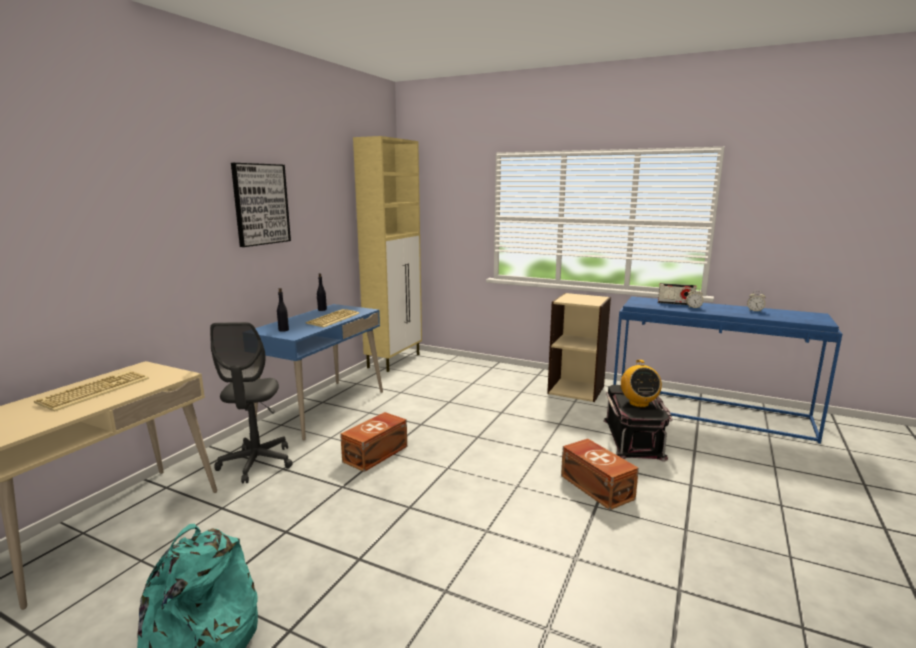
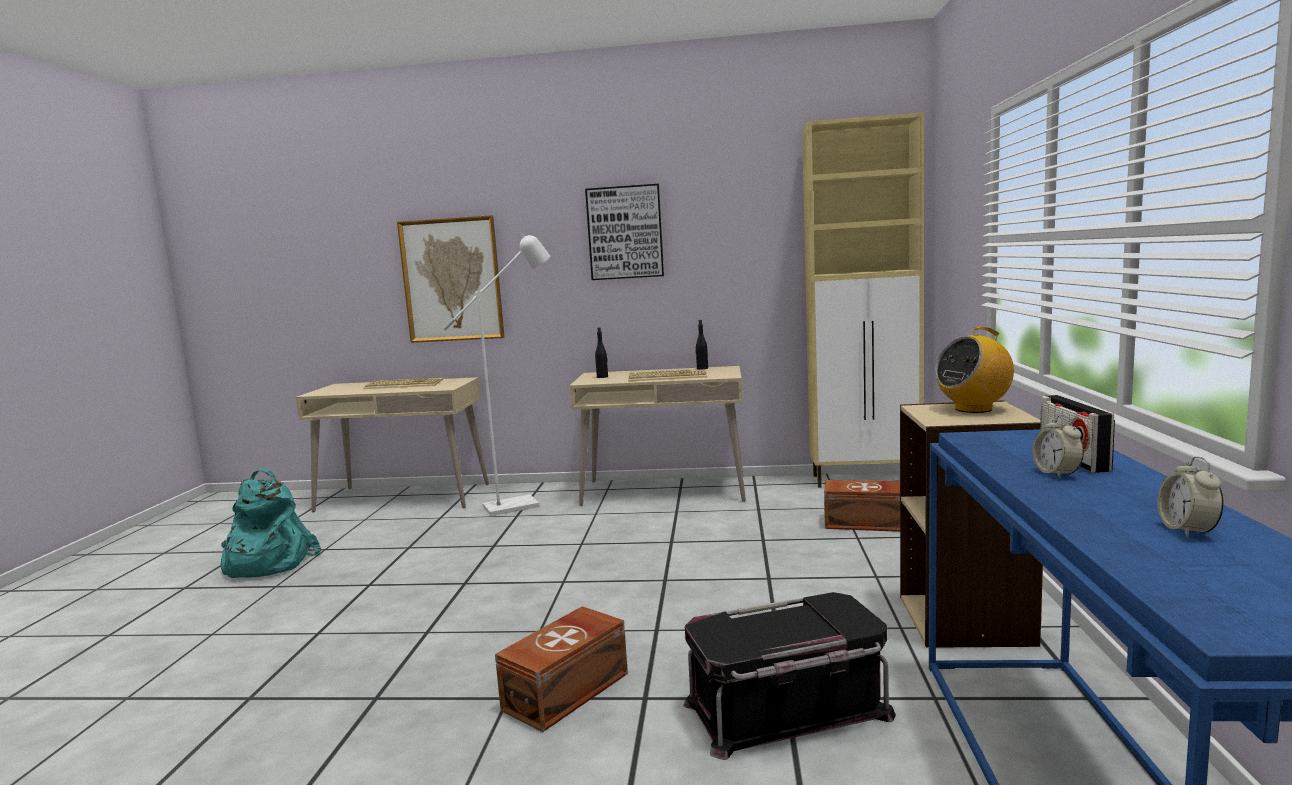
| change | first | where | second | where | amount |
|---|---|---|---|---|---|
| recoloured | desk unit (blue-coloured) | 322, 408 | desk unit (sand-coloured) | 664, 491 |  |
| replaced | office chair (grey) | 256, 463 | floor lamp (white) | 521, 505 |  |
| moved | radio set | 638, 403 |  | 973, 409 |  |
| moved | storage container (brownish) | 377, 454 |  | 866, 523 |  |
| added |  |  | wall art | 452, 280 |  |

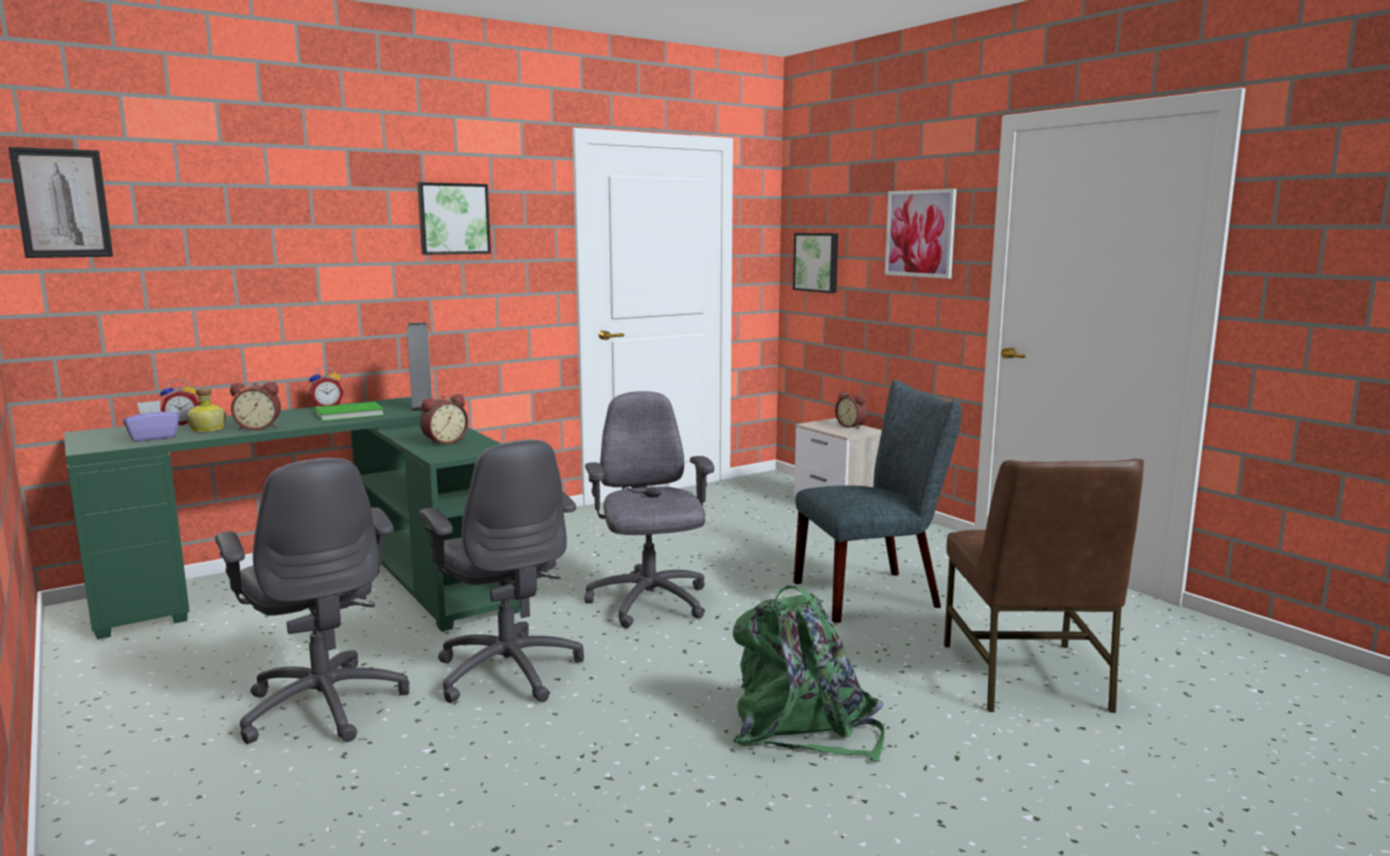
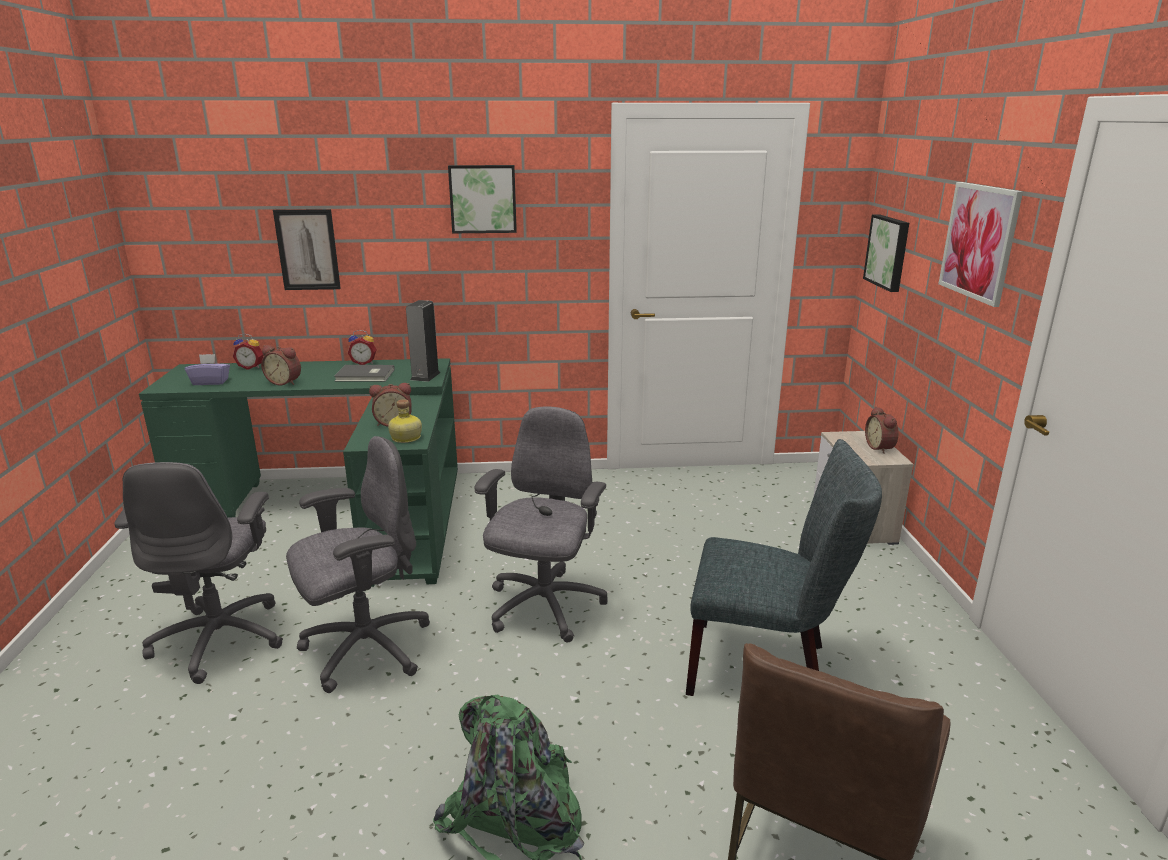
| change | first | where | second | where | amount |
|---|---|---|---|---|---|
| moved | wall art | 62, 203 |  | 307, 250 |  |
| moved | bottle | 208, 430 |  | 405, 438 |  |
| recoloured | volume (green) | 351, 414 | volume (grey) | 365, 376 |  |
| turned | office chair (grey) | 508, 670 |  | 364, 649 | 120 degrees counterclockwise |

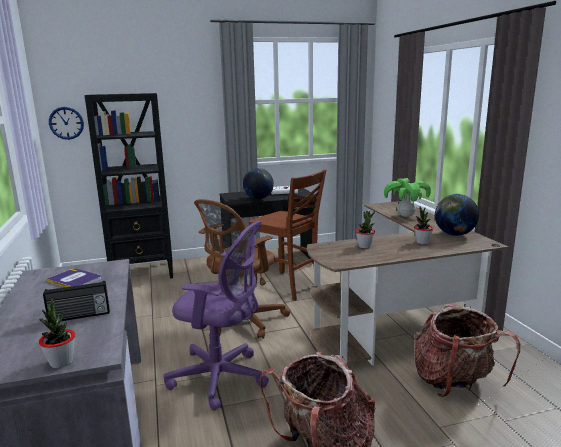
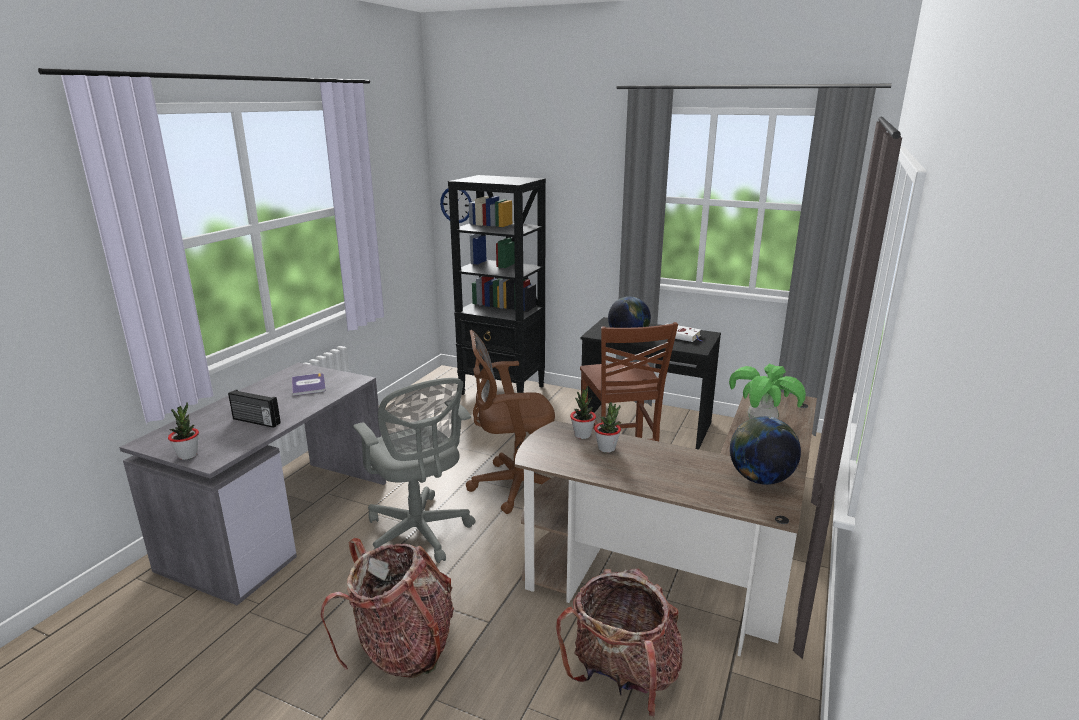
| change | first | where | second | where | amount |
|---|---|---|---|---|---|
| moved | potted plant | 422, 242 |  | 582, 435 |  |
| recoloured | office chair (purple) | 222, 378 | office chair (grey) | 419, 534 |  |

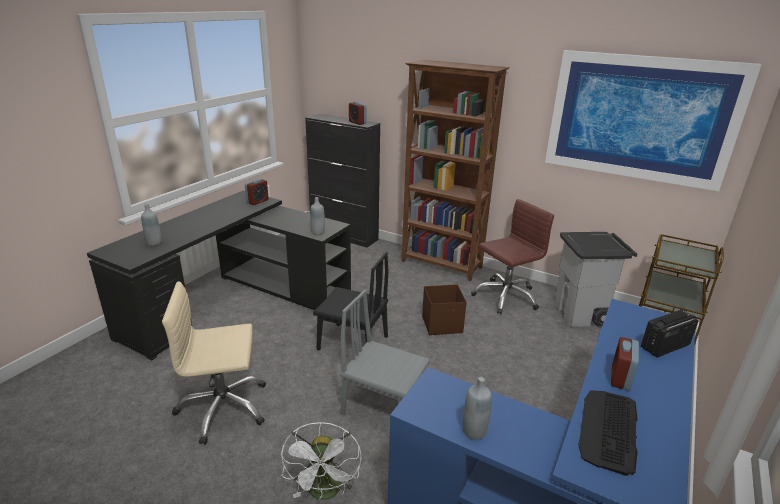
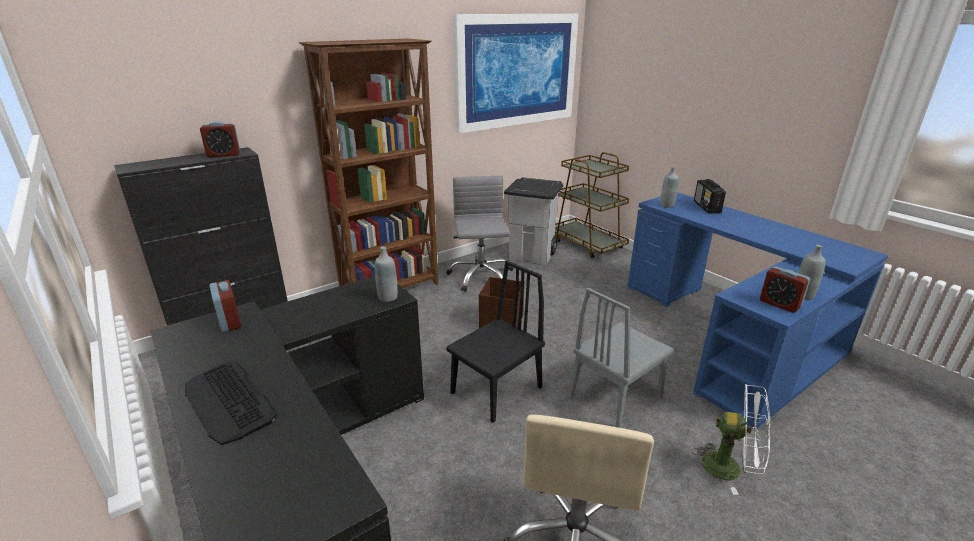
| change | first | where | second | where | amount |
|---|---|---|---|---|---|
| recoloured | office chair (brownish) | 505, 296 | office chair (grey) | 480, 276 |  |
| moved | bottle (grey) | 154, 242 |  | 667, 205 |  |
| moved | table clock | 620, 378 |  | 779, 304 |  |
| moved | computer keyboard | 608, 430 |  | 229, 401 |  |

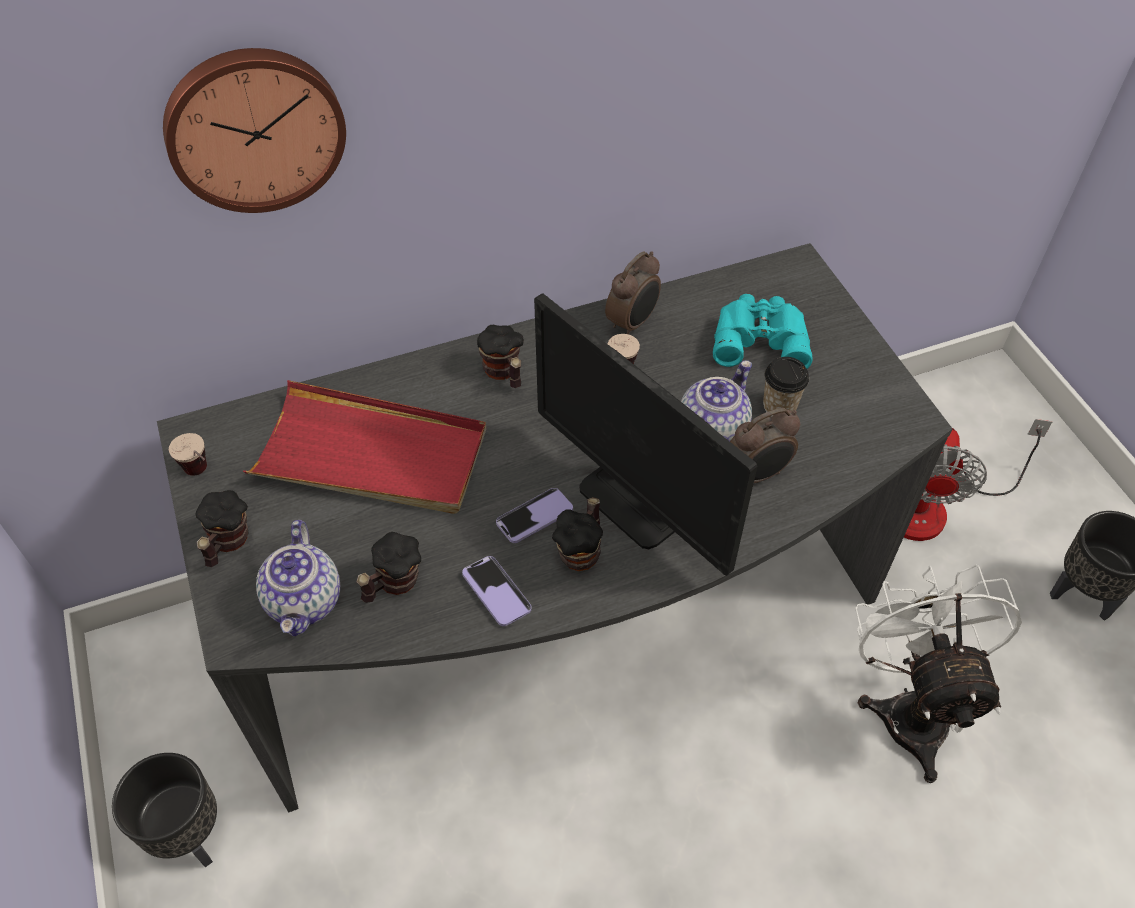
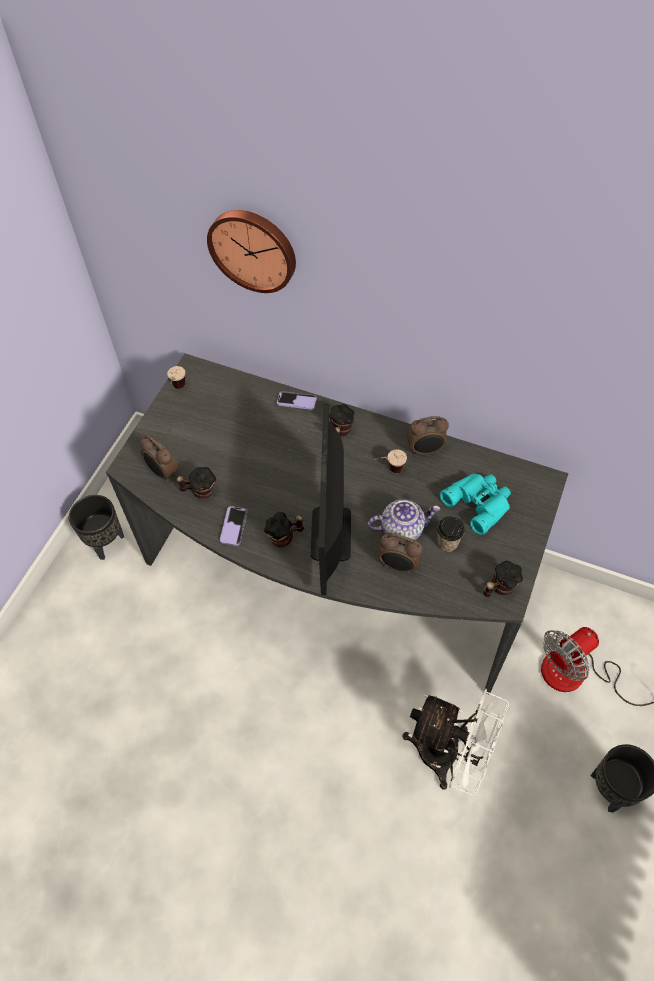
| change | first | where | second | where | amount |
|---|---|---|---|---|---|
| removed | carrying tray (red-coloured) | 371, 455 |  |  |  |
| moved | phone | 534, 517 |  | 296, 401 |  |
| moved | tea mug | 227, 543 |  | 499, 588 |  |
| replaced | tea pot | 305, 601 | table clock | 163, 472 |  |
| turned | fan (white) | 909, 707 |  | 449, 756 | 75 degrees clockwise |

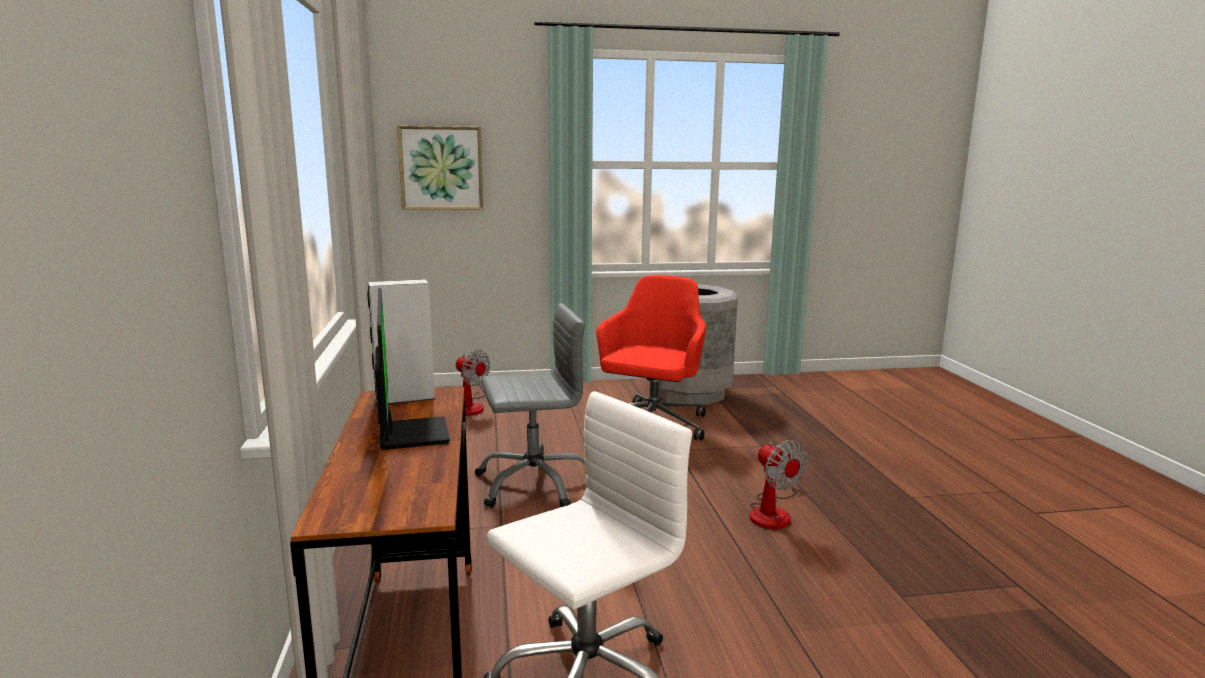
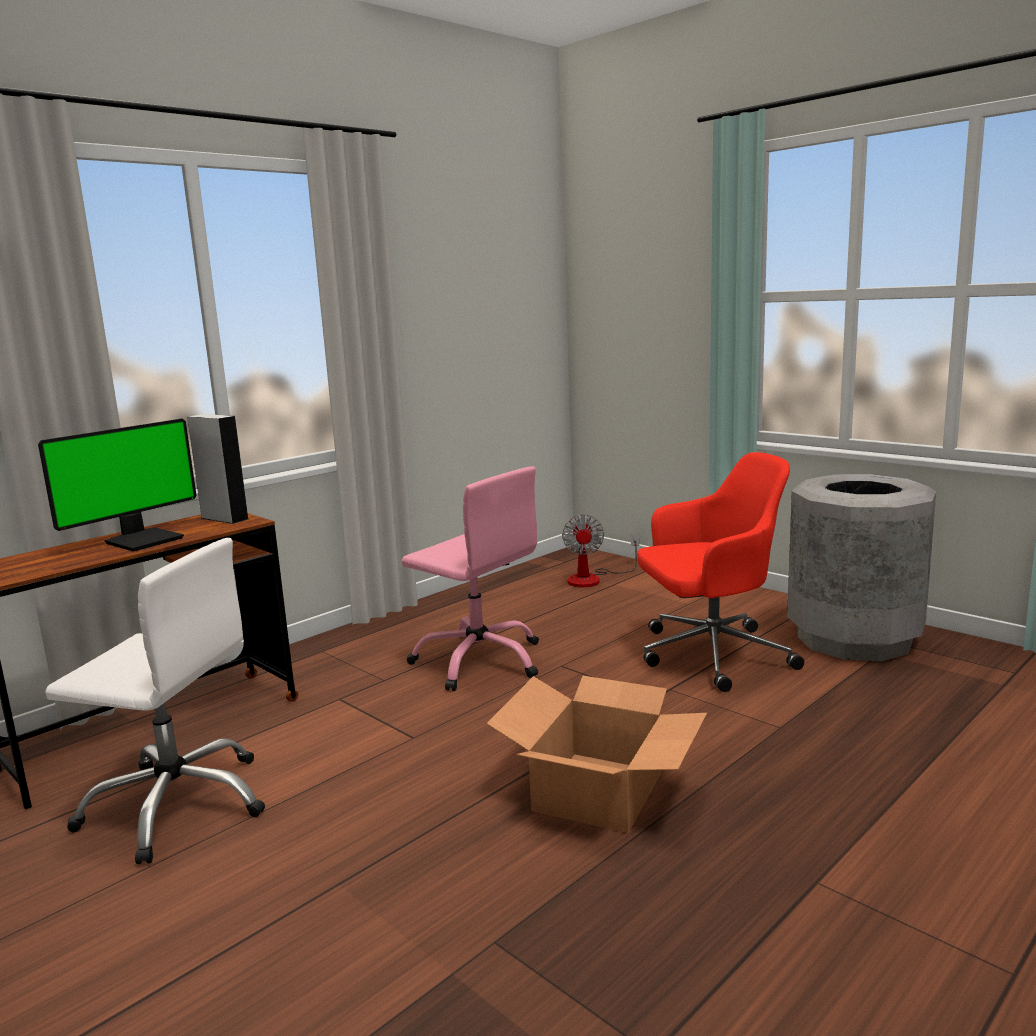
| change | first | where | second | where | amount |
|---|---|---|---|---|---|
| removed | wall art | 441, 168 |  |  |  |
| recoloured | office chair (grey) | 534, 483 | office chair (pinkish) | 479, 660 |  |
| replaced | fan | 773, 512 | packing box | 600, 791 |  |

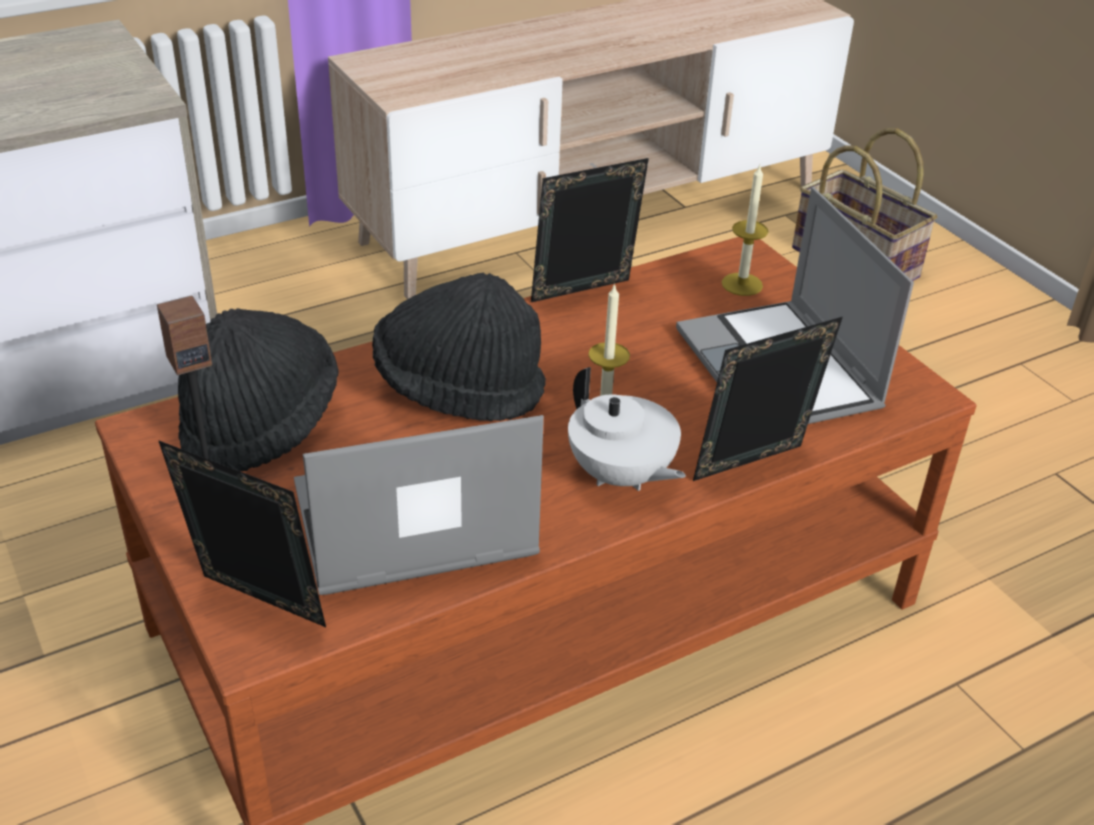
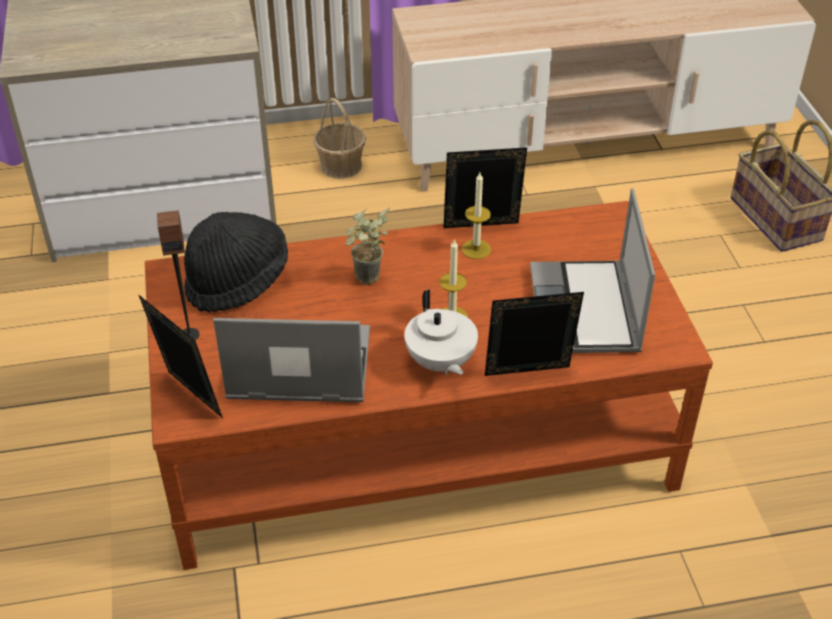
| change | first | where | second | where | amount |
|---|---|---|---|---|---|
| moved | wax light | 742, 284 |  | 476, 249 |  |
| replaced | clothing hat (black) | 458, 389 | potted plant | 367, 282 |  |
| added |  |  | storage basket | 341, 165 |  |

